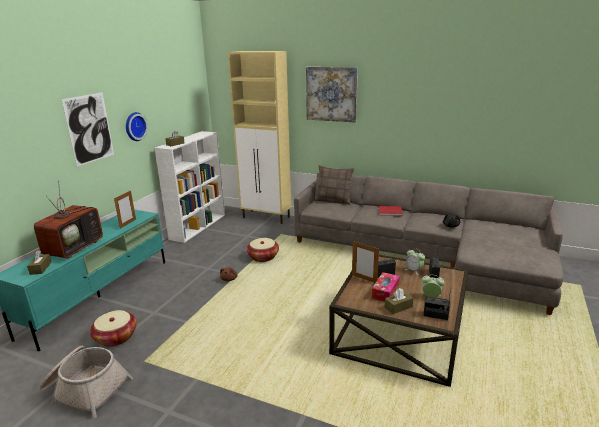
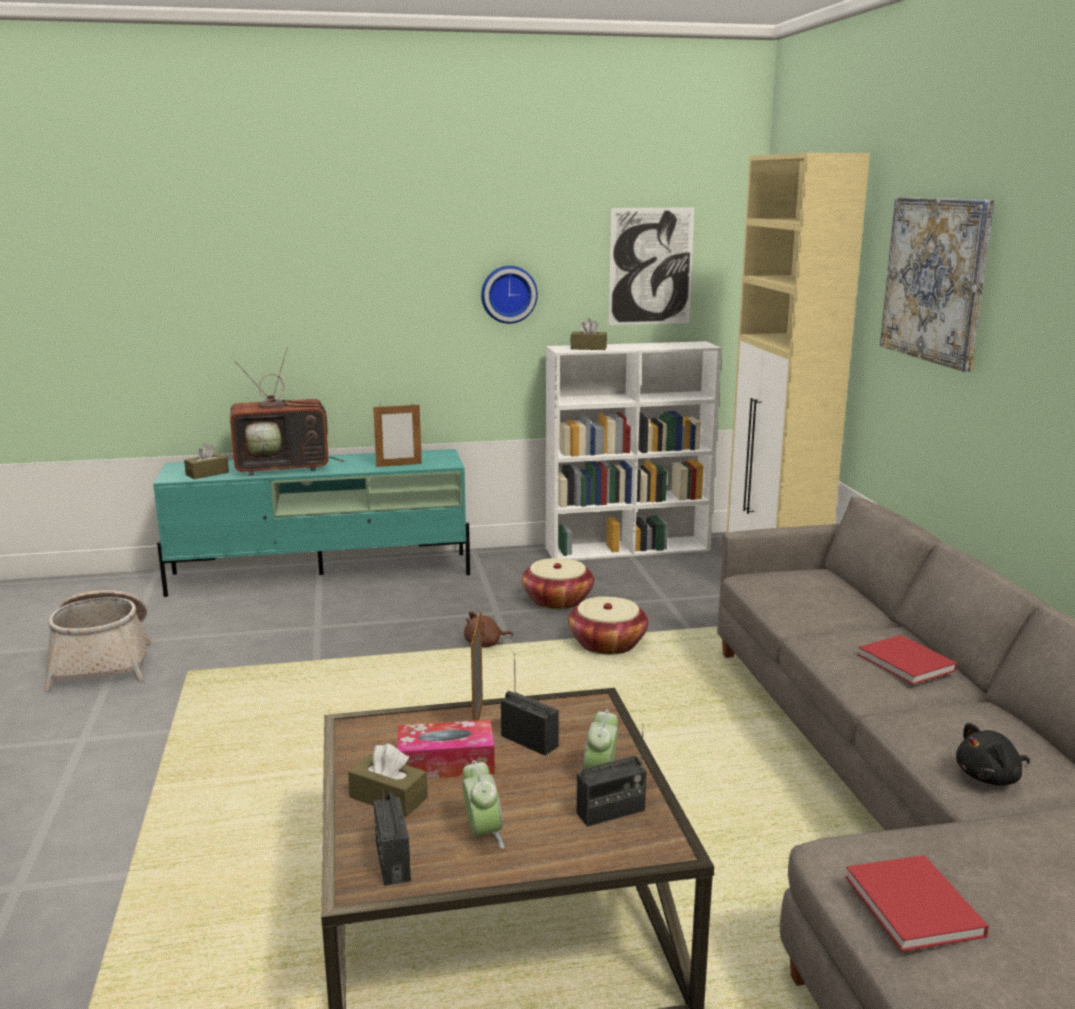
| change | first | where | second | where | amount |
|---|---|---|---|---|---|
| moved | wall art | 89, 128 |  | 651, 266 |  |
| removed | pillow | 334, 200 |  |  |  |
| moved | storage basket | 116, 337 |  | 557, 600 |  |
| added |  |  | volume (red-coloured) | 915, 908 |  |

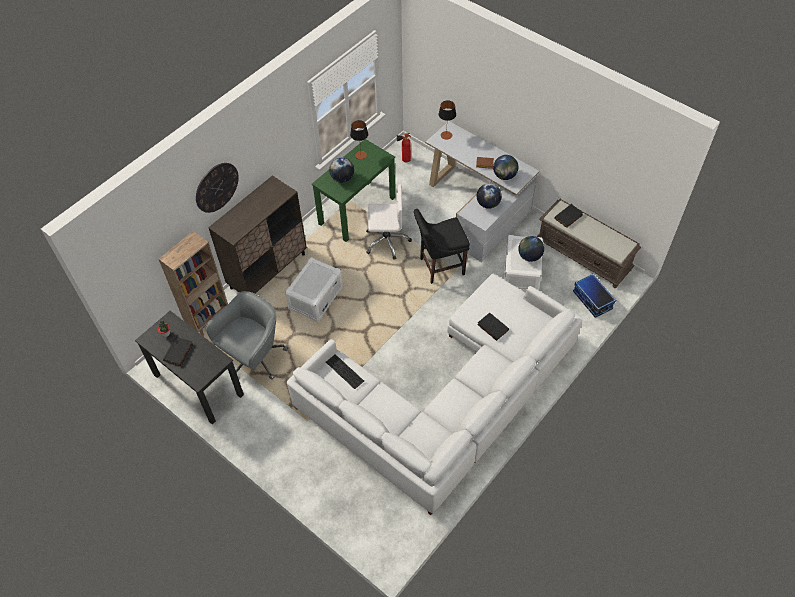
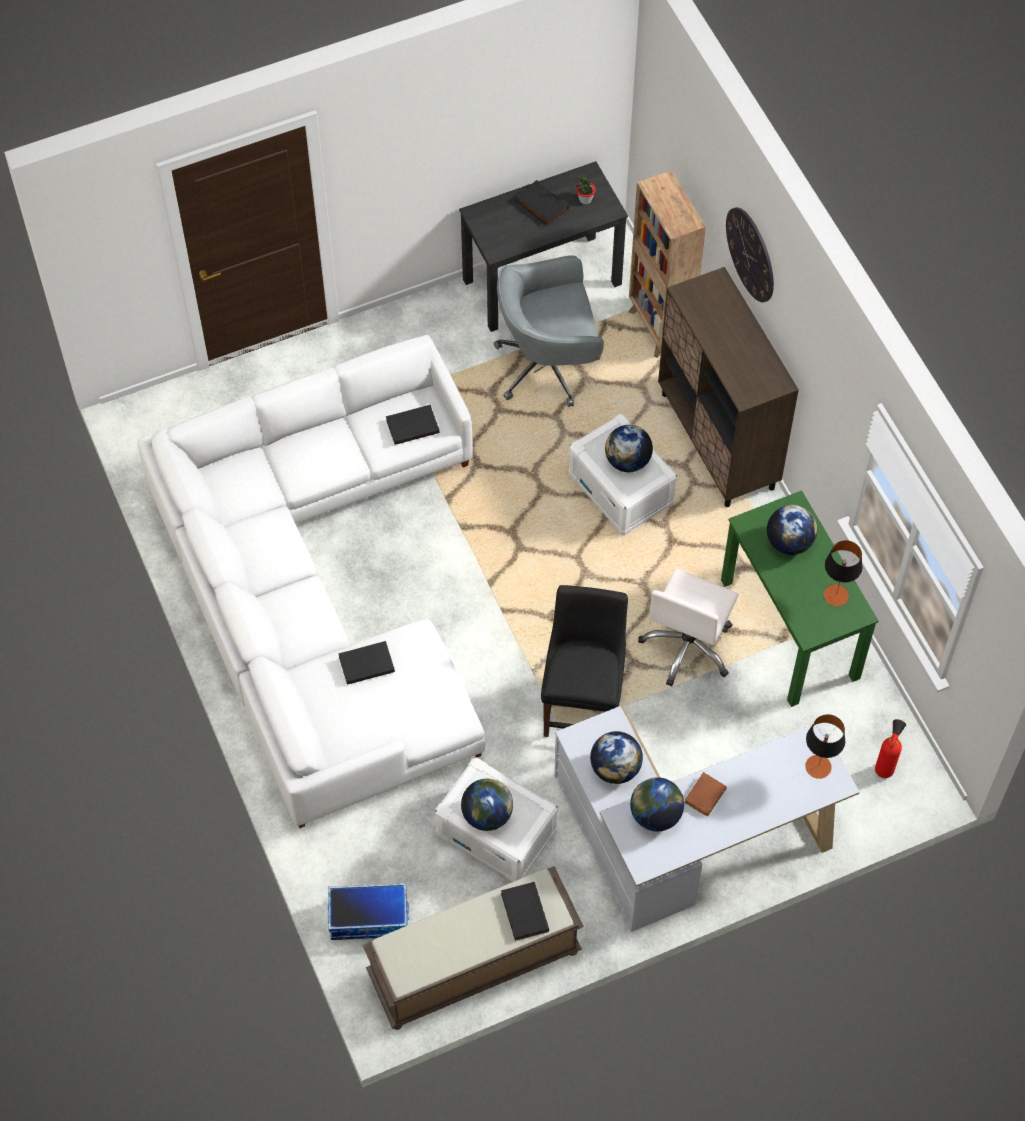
| change | first | where | second | where | amount |
|---|---|---|---|---|---|
| turned | office chair (grey) | 254, 358 |  | 549, 365 | 105 degrees clockwise |
| replaced | computer keyboard | 343, 371 | volume (black) | 412, 425 |  |
| added |  |  | globe | 627, 461 |  |

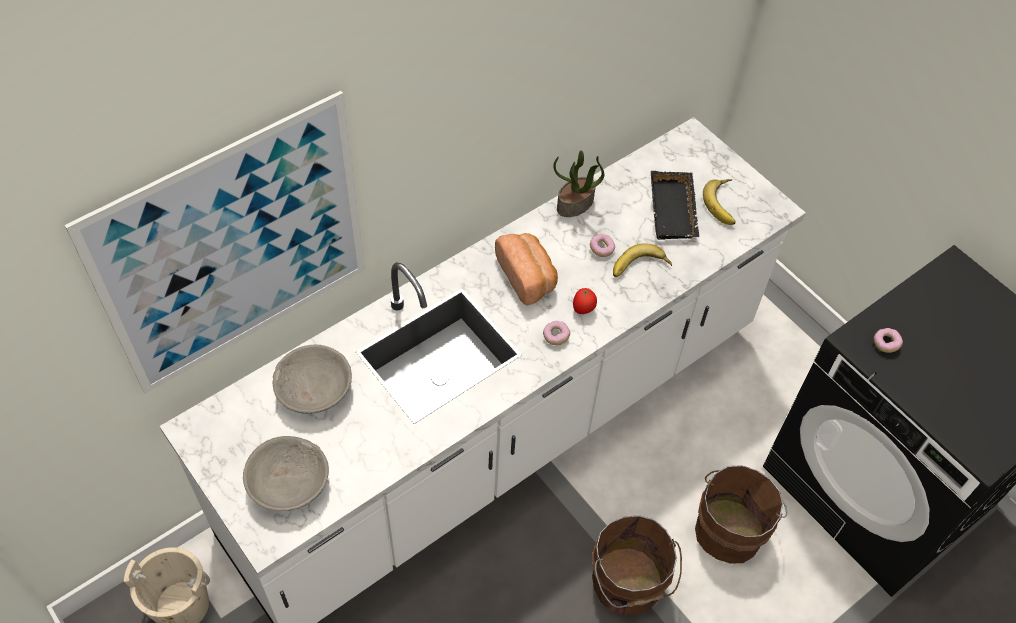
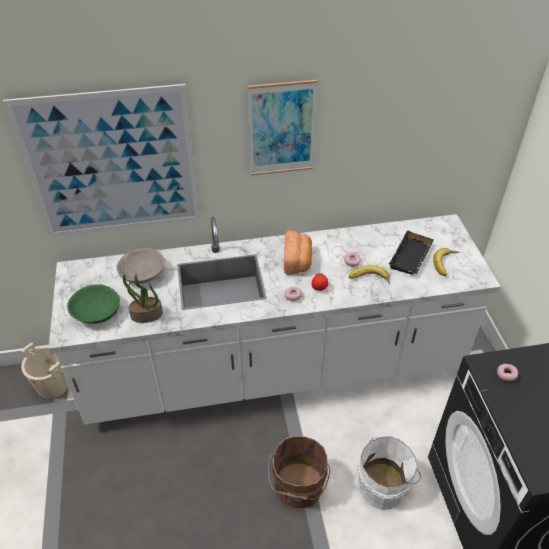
| change | first | where | second | where | amount |
|---|---|---|---|---|---|
| moved | potted plant | 575, 204 |  | 146, 315 |  |
| recoloured | serving bowl (grey) | 288, 483 | serving bowl (green) | 96, 312 |  |
| recoloured | bucket (brownish) | 730, 528 | bucket (white) | 384, 485 |  |
| added |  |  | wall art | 282, 129 |  |

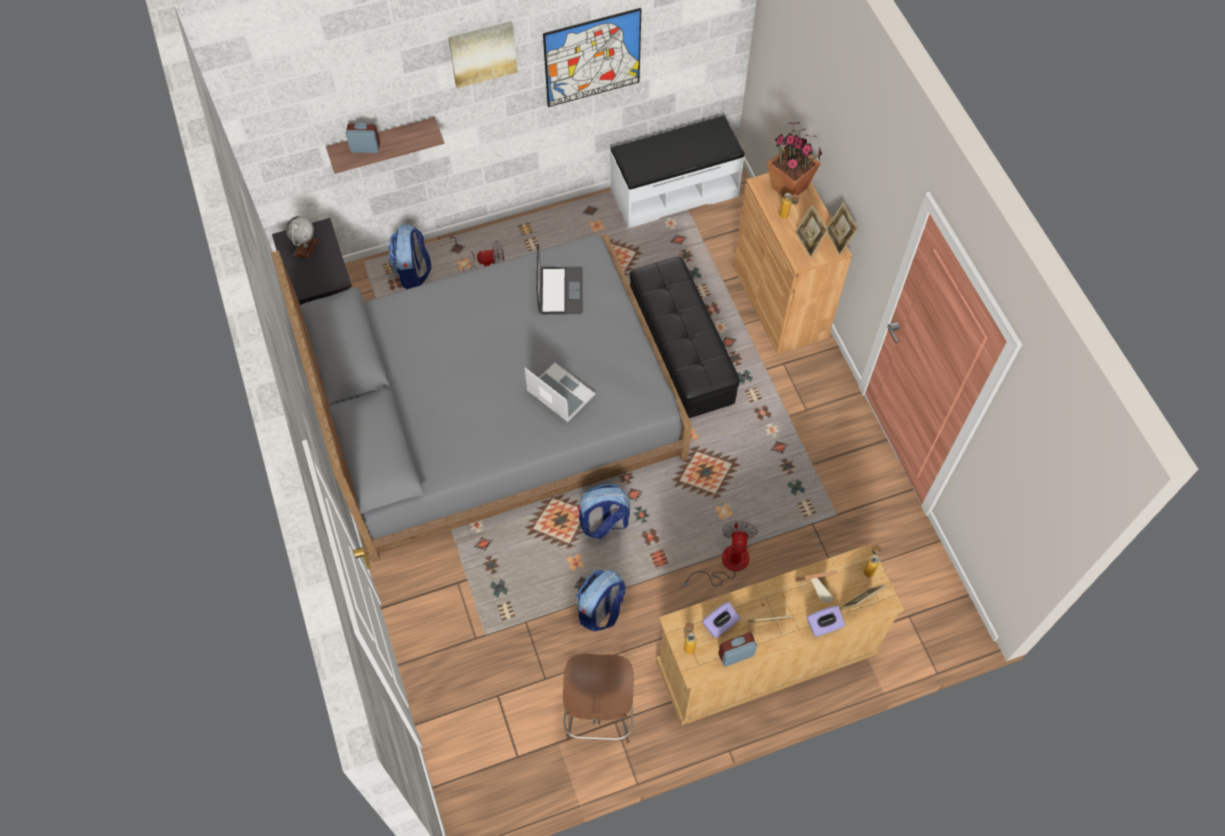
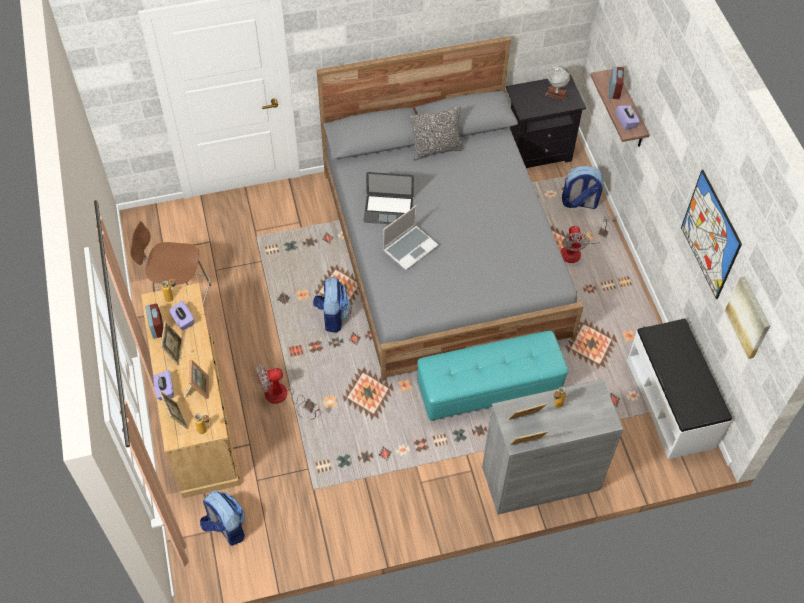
| change | first | where | second | where | amount |
|---|---|---|---|---|---|
| moved | wall art | 482, 53 |  | 749, 317 |  |
| removed | potted plant | 789, 188 |  |  |  |
| recoloured | cupboard (brownish) | 780, 302 | cupboard (grey) | 540, 478 |  |
| moved | laptop | 560, 291 |  | 388, 210 |  |
| recoloured | ottoman (black) | 679, 352 | ottoman (turquoise) | 489, 387 |  |
| turned | fan | 726, 564 |  | 283, 398 | 150 degrees clockwise |
| moved | backpack | 601, 610 |  | 226, 527 |  |
| added |  |  | tissue holder (purple) | 626, 122 |  |
| added |  |  | pillow | 436, 149 |  |

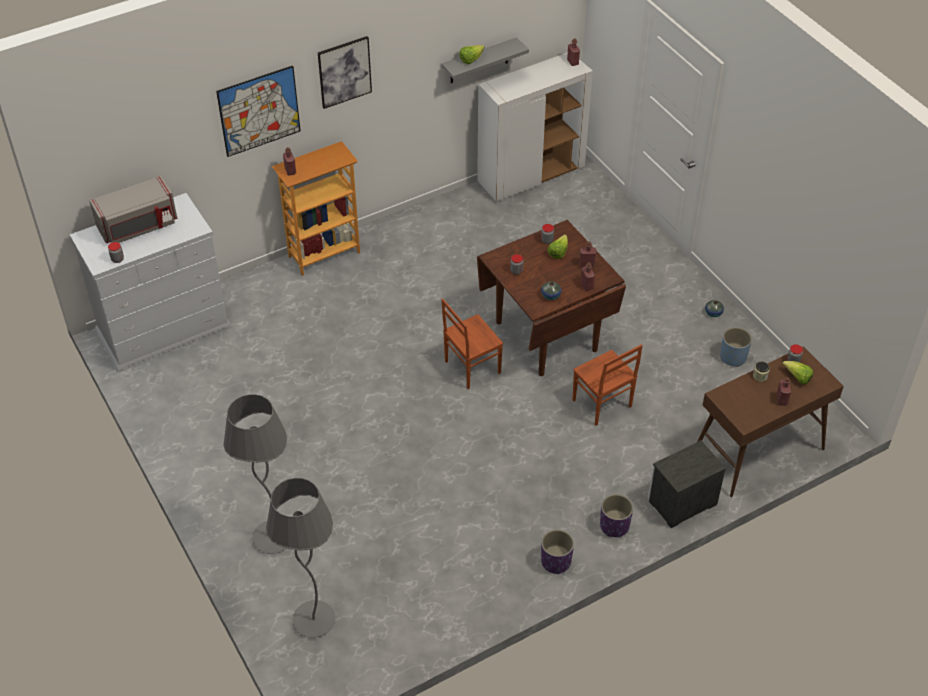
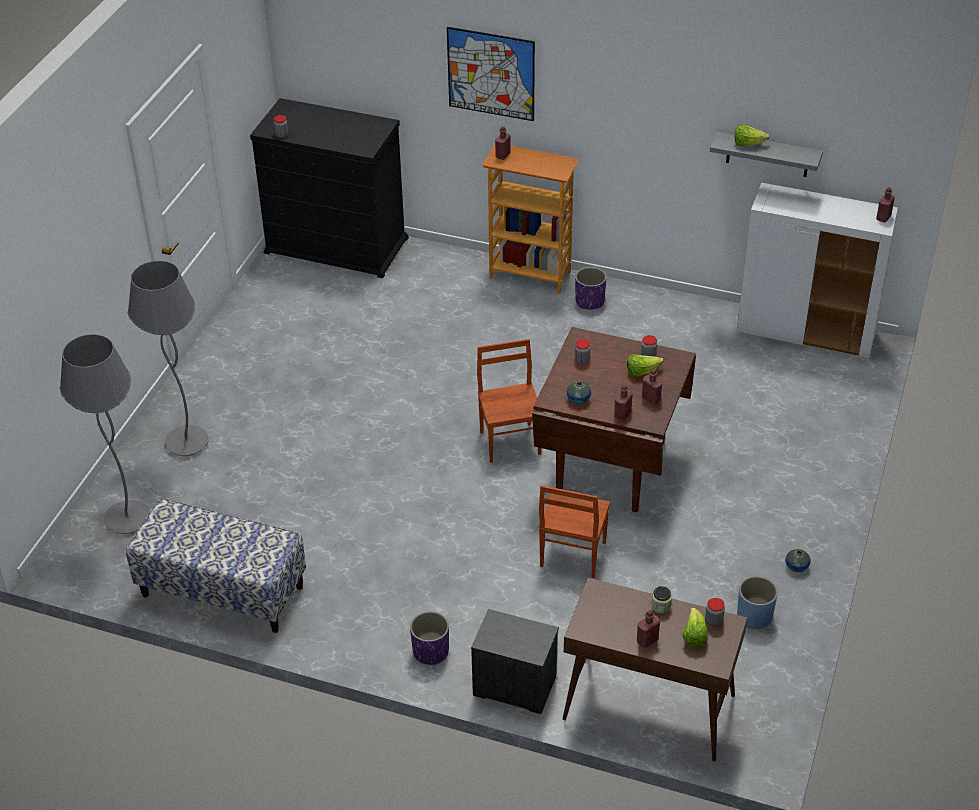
| change | first | where | second | where | amount |
|---|---|---|---|---|---|
| removed | wall art | 344, 71 |  |  |  |
| removed | kitchen microwave (grey) | 138, 226 |  |  |  |
| recoloured | drawer chest (white) | 164, 328 | drawer chest (black) | 337, 245 |  |
| turned | upright chair (brownish) | 471, 367 |  | 511, 442 | 60 degrees clockwise |
| moved | planter (purple) | 556, 562 |  | 589, 302 |  |
| added |  |  | bench | 222, 591 |  |

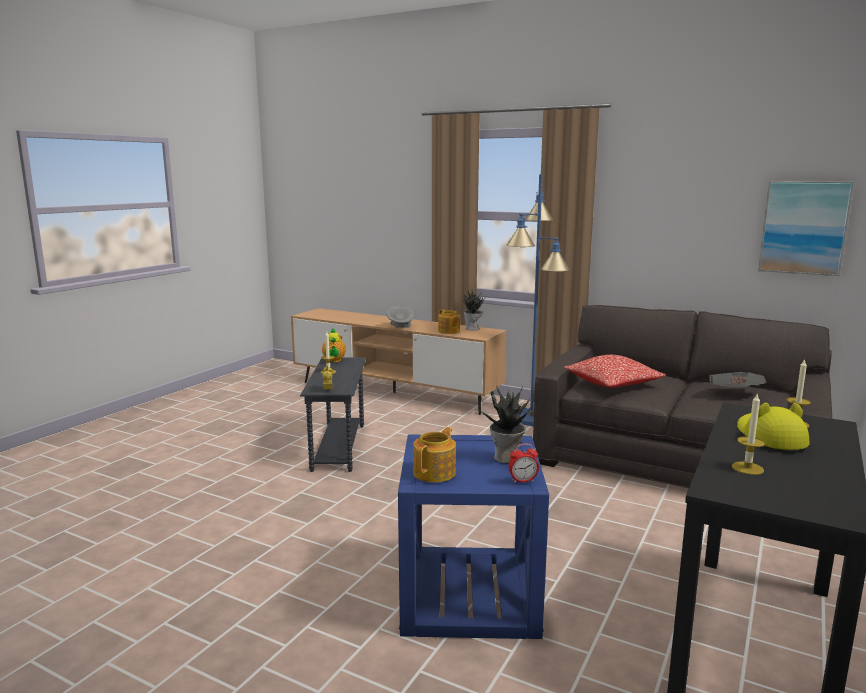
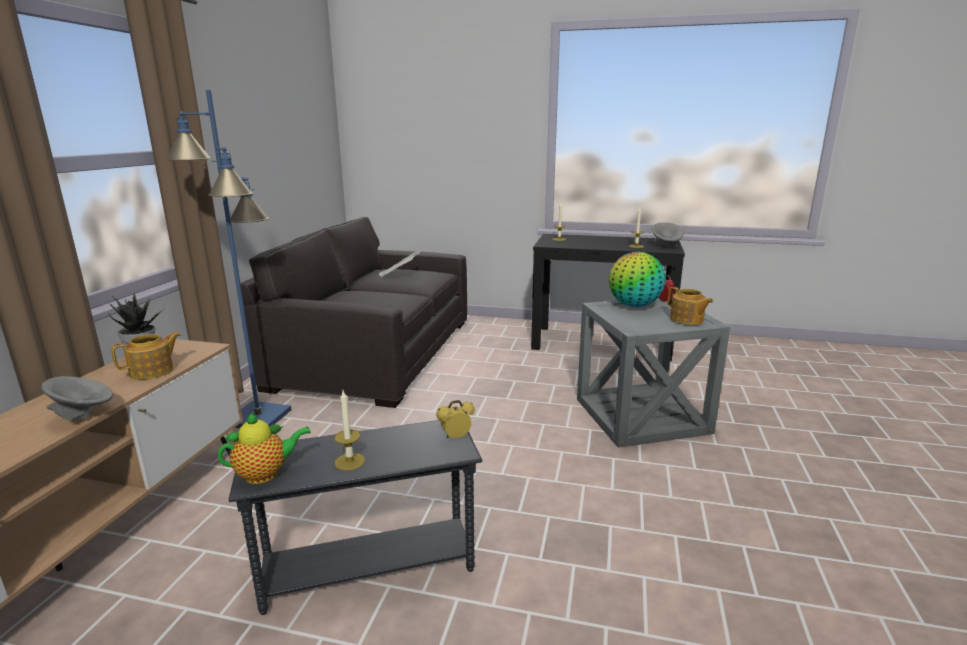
| change | first | where | second | where | amount |
|---|---|---|---|---|---|
| removed | wall art | 804, 227 |  |  |  |
| removed | pillow | 612, 384 |  |  |  |
| replaced | potted plant | 506, 458 | globe | 634, 305 |  |
| removed | clothing hat (yellow-coloured) | 769, 436 |  |  |  |
| turned | tea pot | 435, 472 |  | 686, 320 | 135 degrees counterclockwise |
| recoloured | end table (blue-coloured) | 469, 594 | end table (grey) | 641, 416 |  |
| added |  |  | serving bowl (grey) | 666, 246 |  |

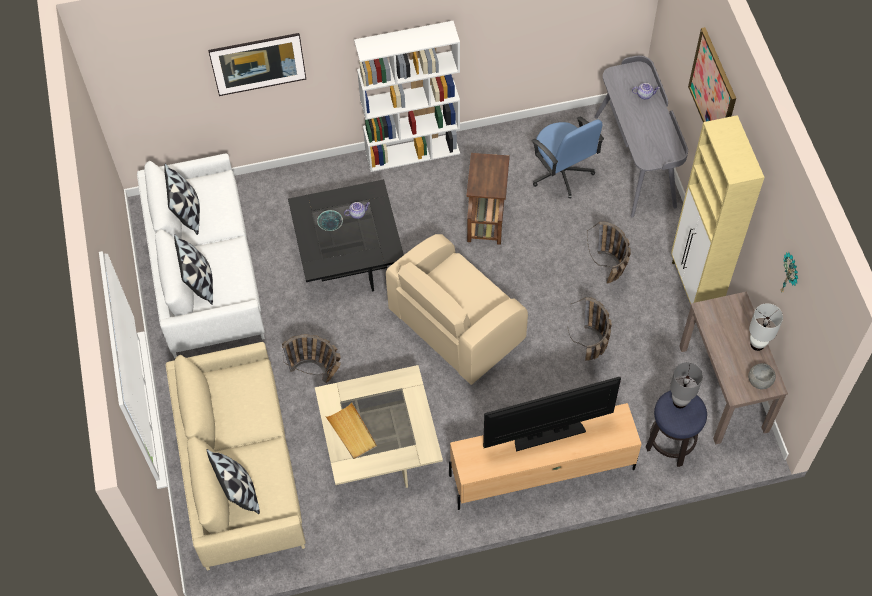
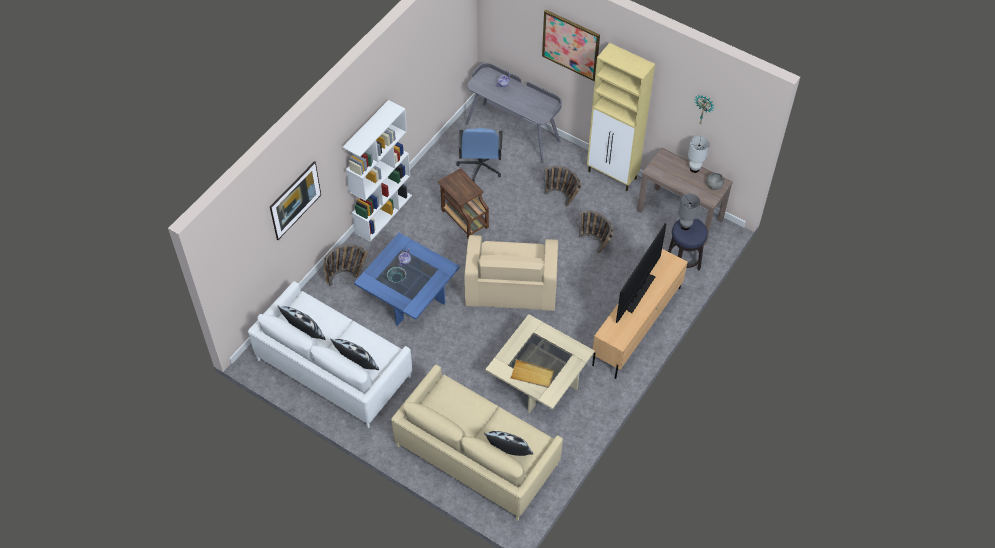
| change | first | where | second | where | amount |
|---|---|---|---|---|---|
| turned | office chair (blue-coloured) | 561, 173 |  | 480, 166 | 75 degrees clockwise |
| recoloured | lounge table (black) | 349, 255 | lounge table (blue-coloured) | 408, 295 |  |
| moved | storage basket | 318, 374 |  | 347, 276 |  |

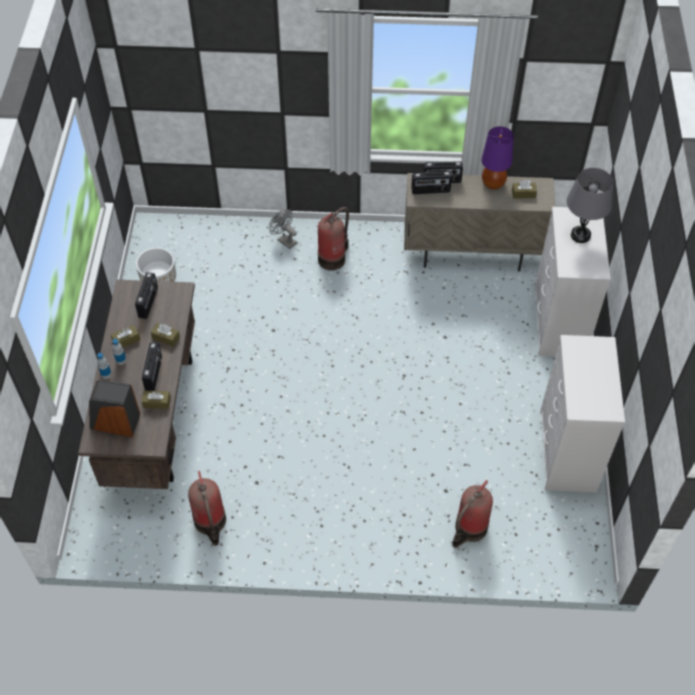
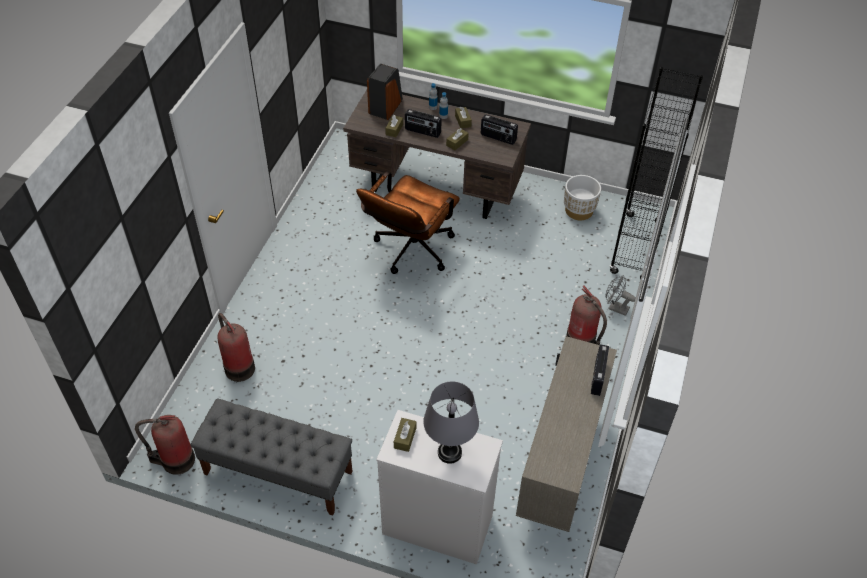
| change | first | where | second | where | amount |
|---|---|---|---|---|---|
| removed | tabletop lamp (purple) | 493, 183 |  |  |  |
| removed | radio set | 430, 191 |  |  |  |
| moved | tissue holder (brownish) | 523, 194 |  | 405, 438 |  |
| turned | fan (grey) | 284, 240 |  | 615, 307 | 120 degrees counterclockwise |
| replaced | drawer chest (white) | 567, 452 | bench (grey) | 277, 473 |  |
| moved | fire extinguisher | 210, 523 |  | 175, 460 |  |
| added |  |  | shelving unit (black) | 636, 247 |  |
| added |  |  | office chair (brownish) | 410, 252 |  |

